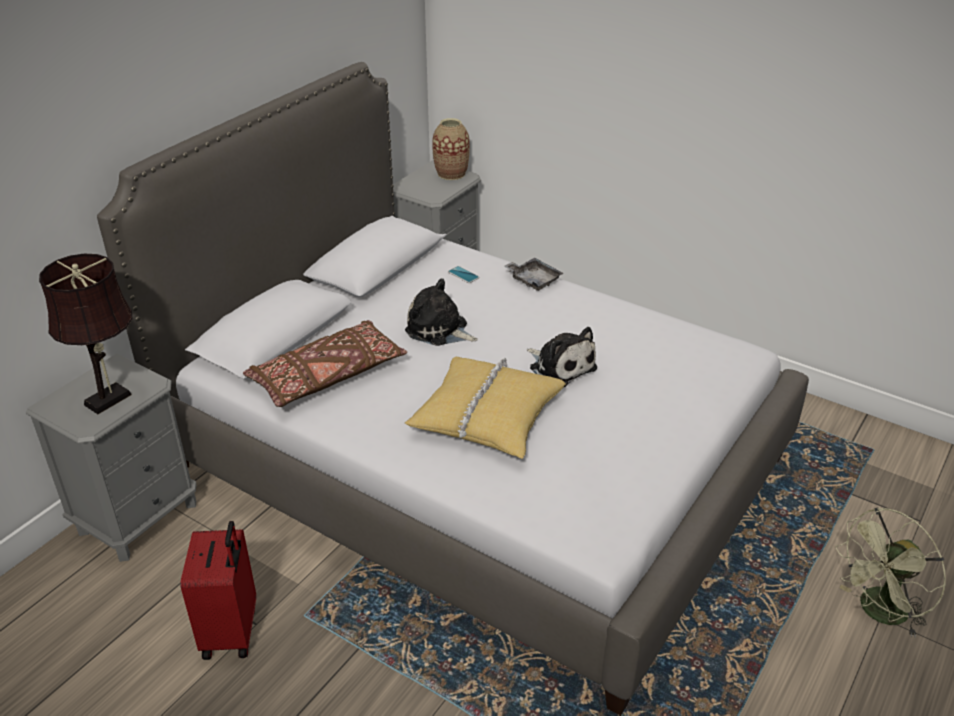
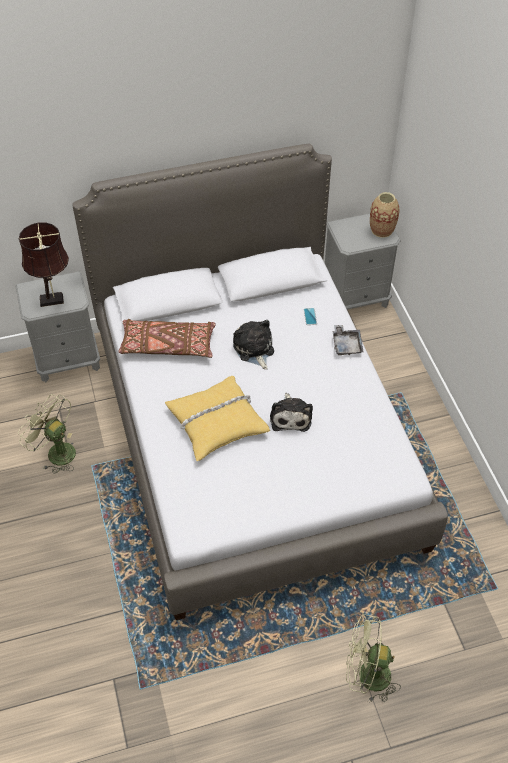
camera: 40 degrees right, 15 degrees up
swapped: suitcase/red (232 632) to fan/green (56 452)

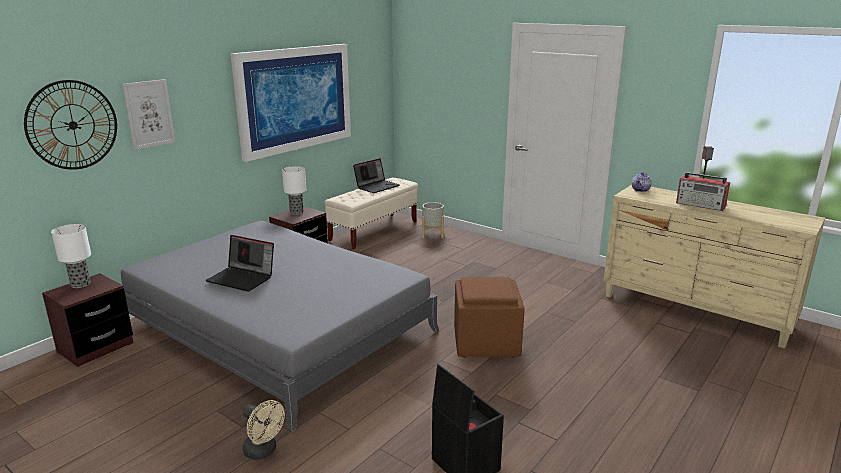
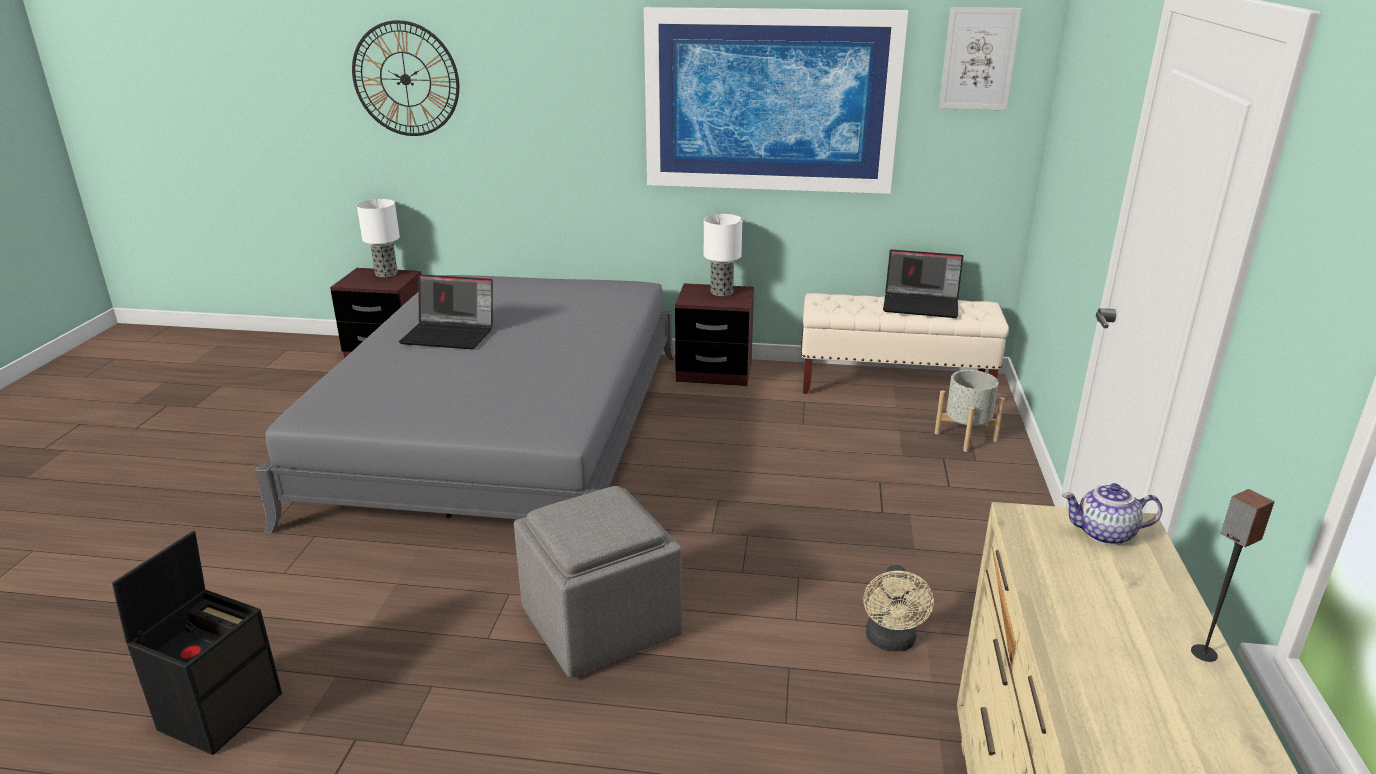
camera: 60 degrees right, 5 degrees up
gone: radio (701 205)
shifted: picture (149 114) to (978 59); fan/beige (263 451) to (891 642)
repainted: ottoman/brown (485 342) to ottoman/grey (601 622)
rotated: laptop (242 278) = (450 334) 75 degrees counterclockwise

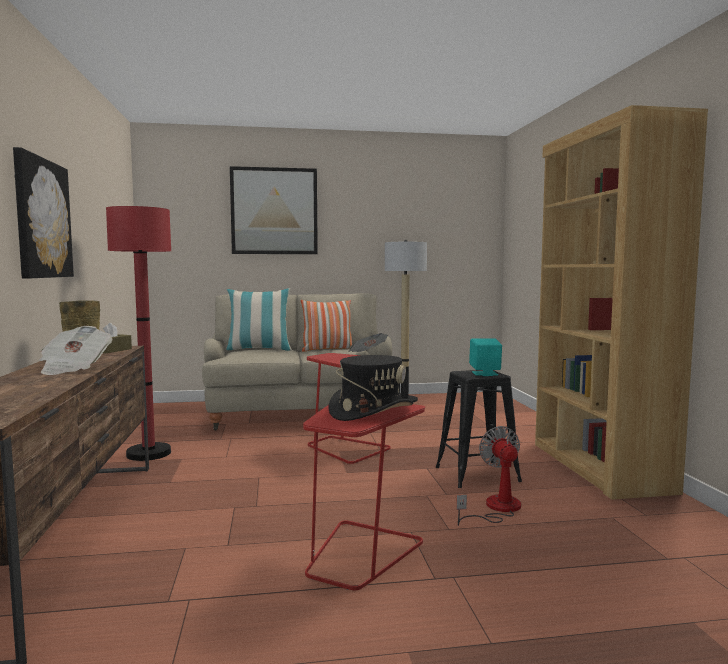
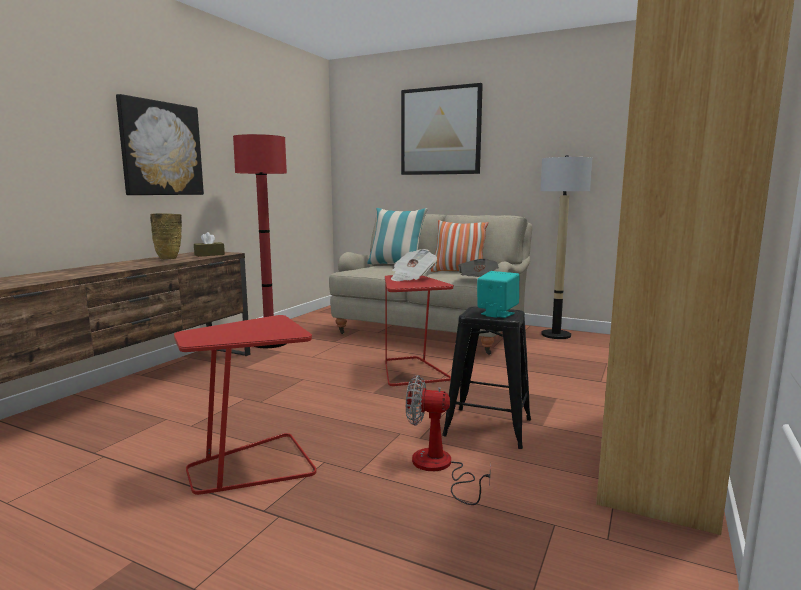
camera: 35 degrees right, 5 degrees up
gone: hat/black (371 411)
shifted: newspaper (74 368) to (411 278)
rotated: fan (496 509) = (439 468) 105 degrees counterclockwise

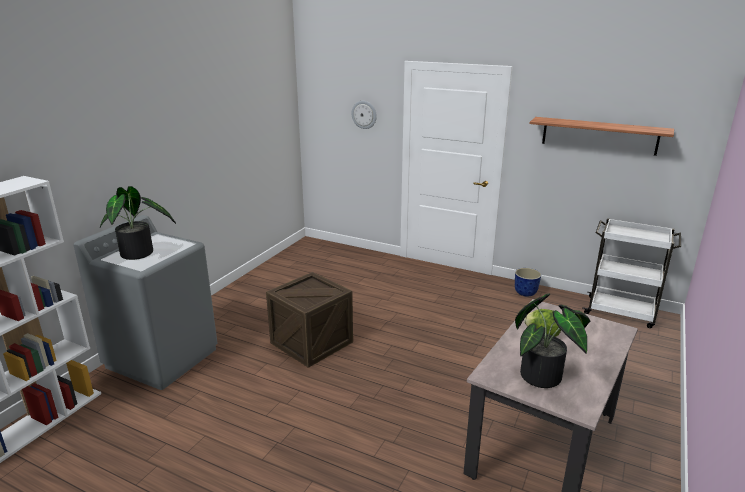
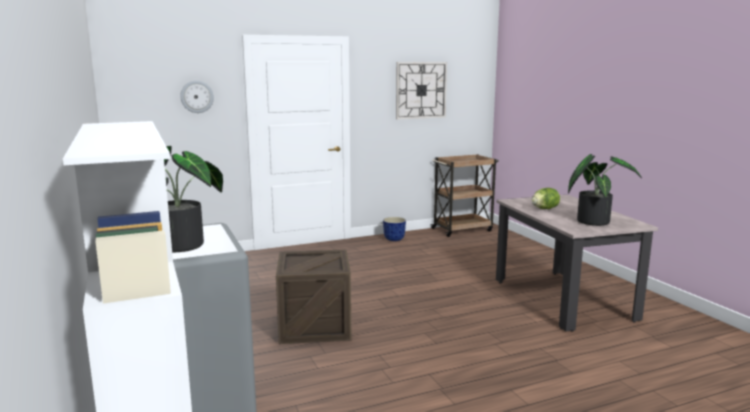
camera: 50 degrees left, 10 degrees down
swapped: shelf (599 135) to wall clock (421 90)
repainted: cart/white (621 312) to cart/brown (462 229)

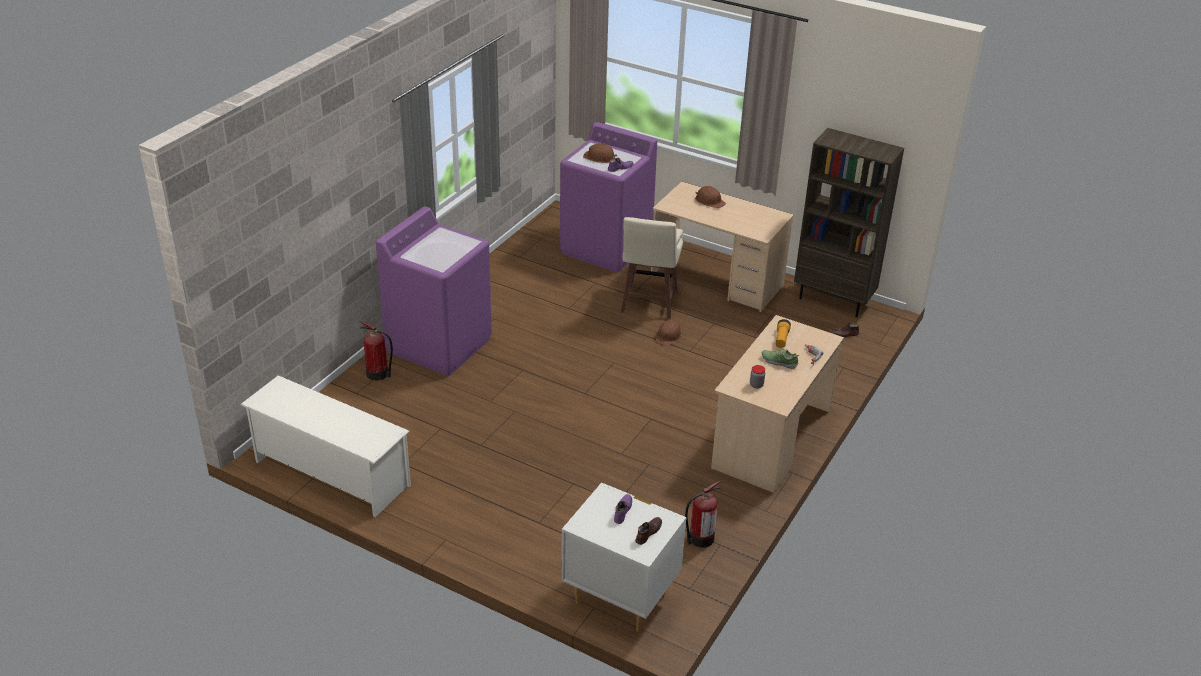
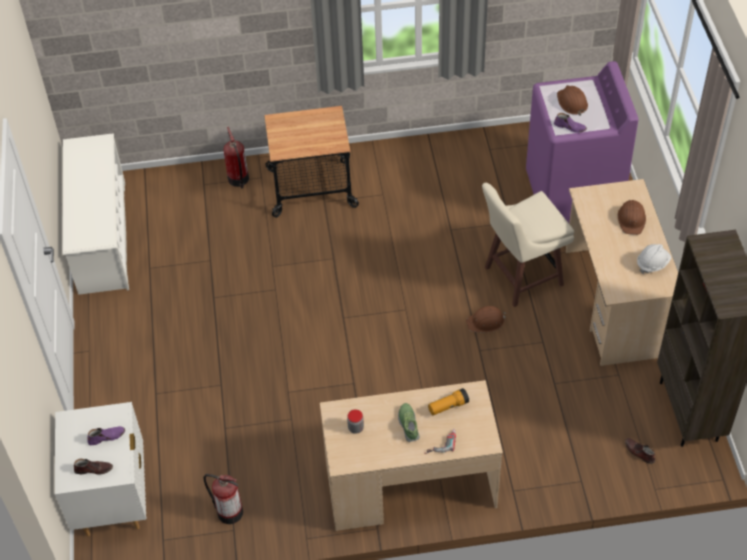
camera: 55 degrees right, 15 degrees up
new: hard hat/white (652 264)
swapped: washing machine/purple (439 345) to cart (311 187)

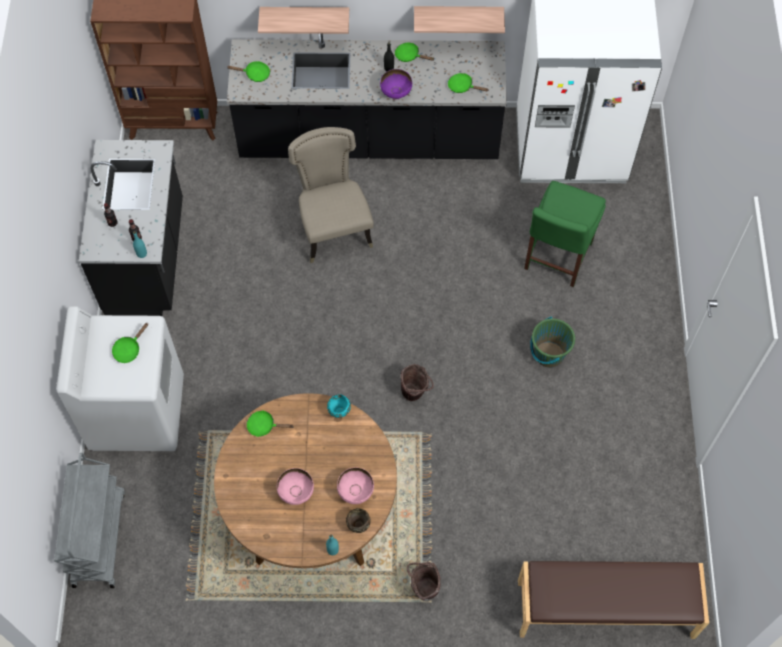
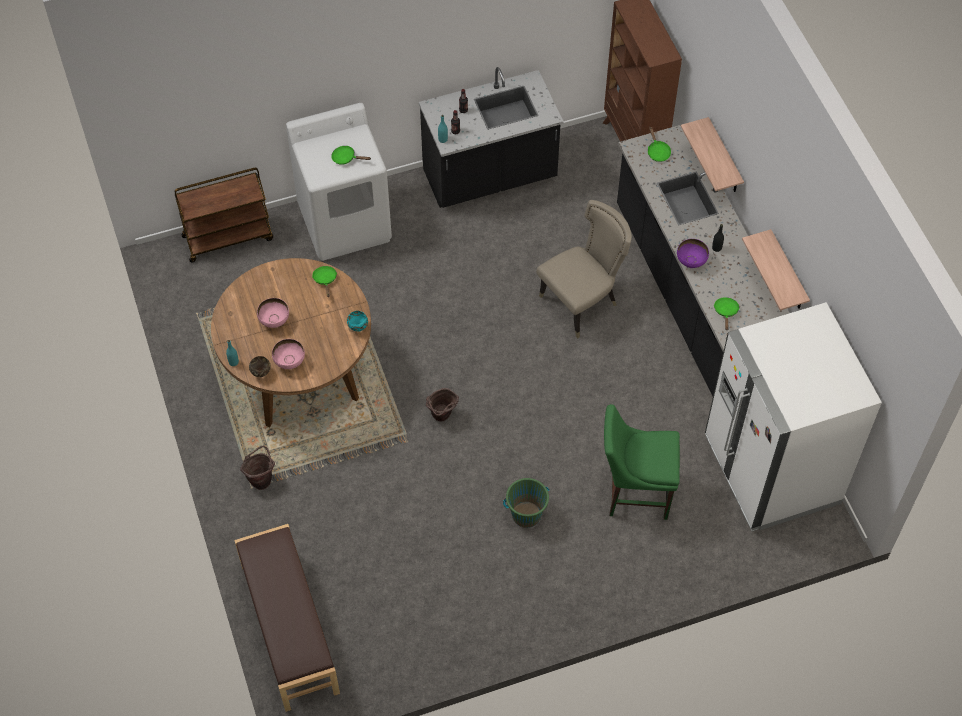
camera: 70 degrees right, 5 degrees down
gone: frying pan/green (409 56)
repainted: cart/grey (98 537) to cart/brown (228 237)

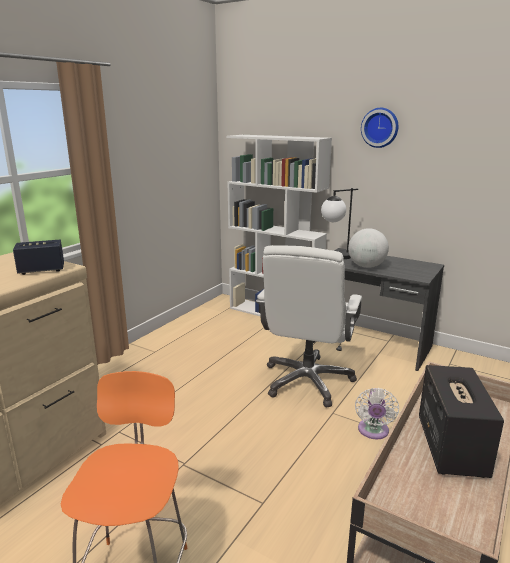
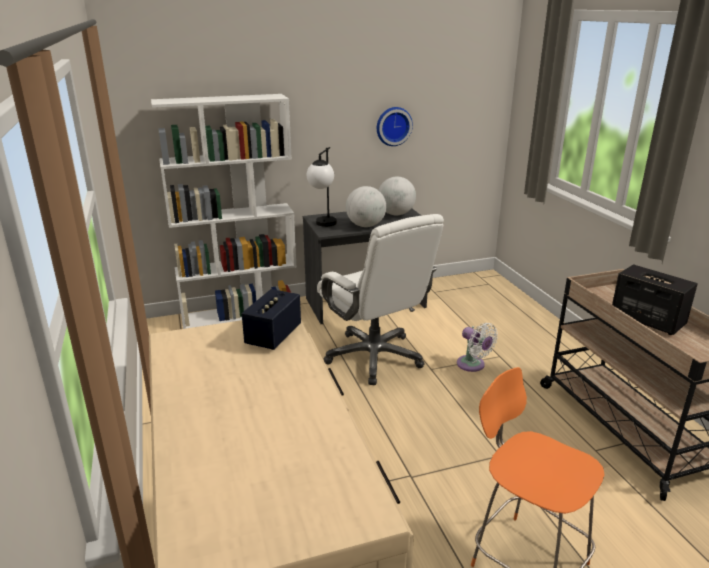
camera: 50 degrees left, 5 degrees up
new: globe (396 214)
shifted: wall clock (380 127) to (393 126)

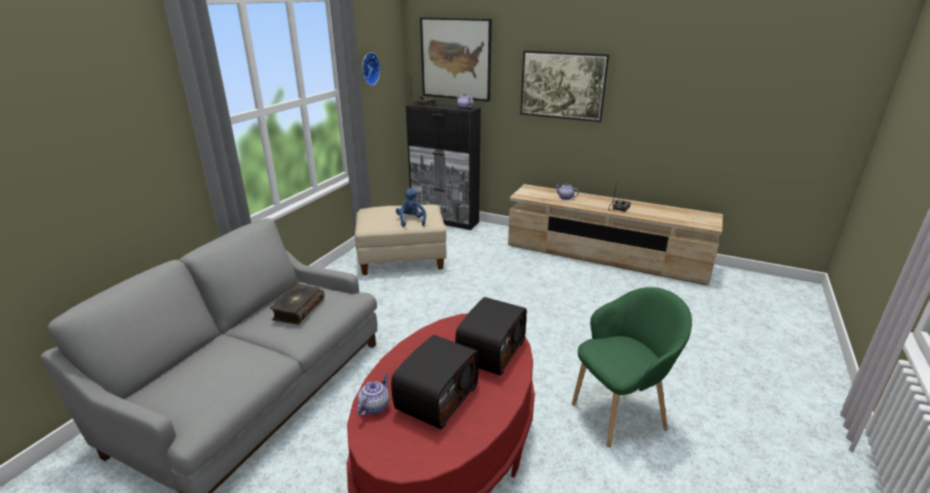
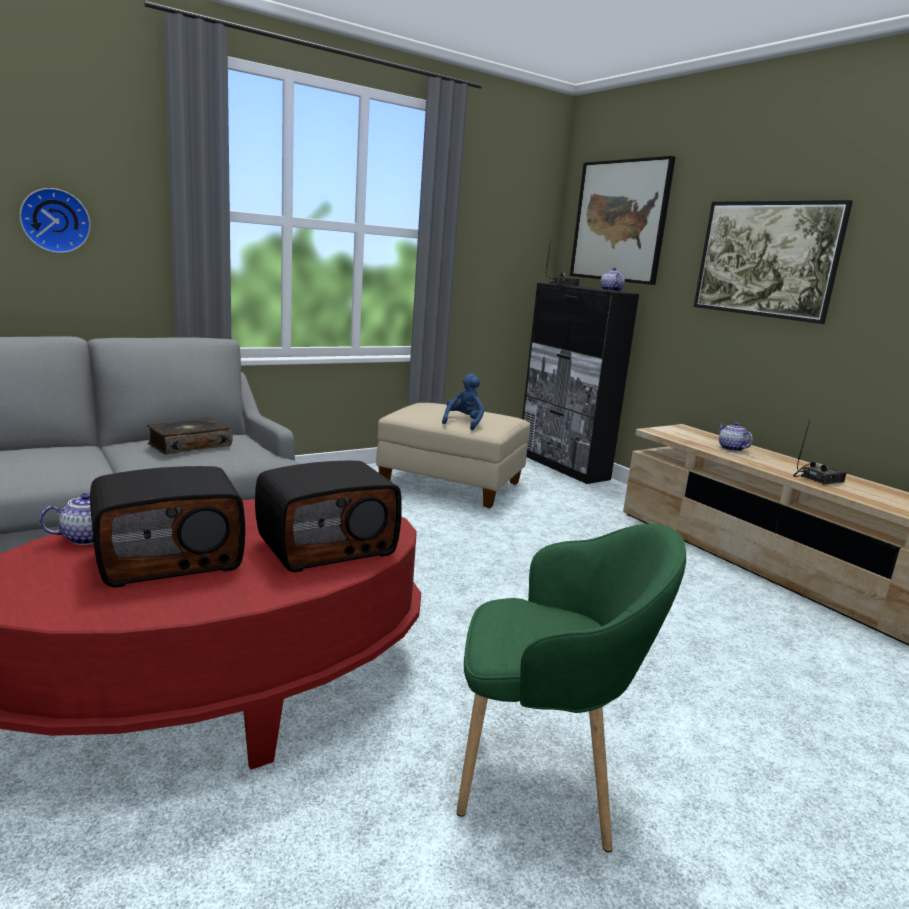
camera: 30 degrees right, 10 degrees down
shifted: wall clock (369 69) to (55 220)

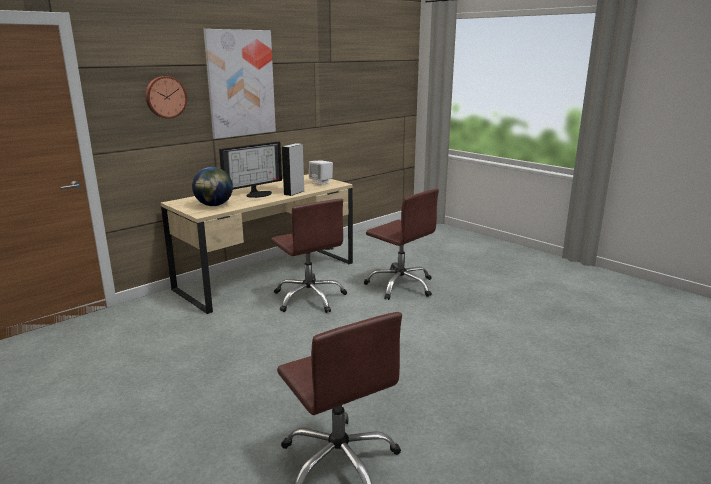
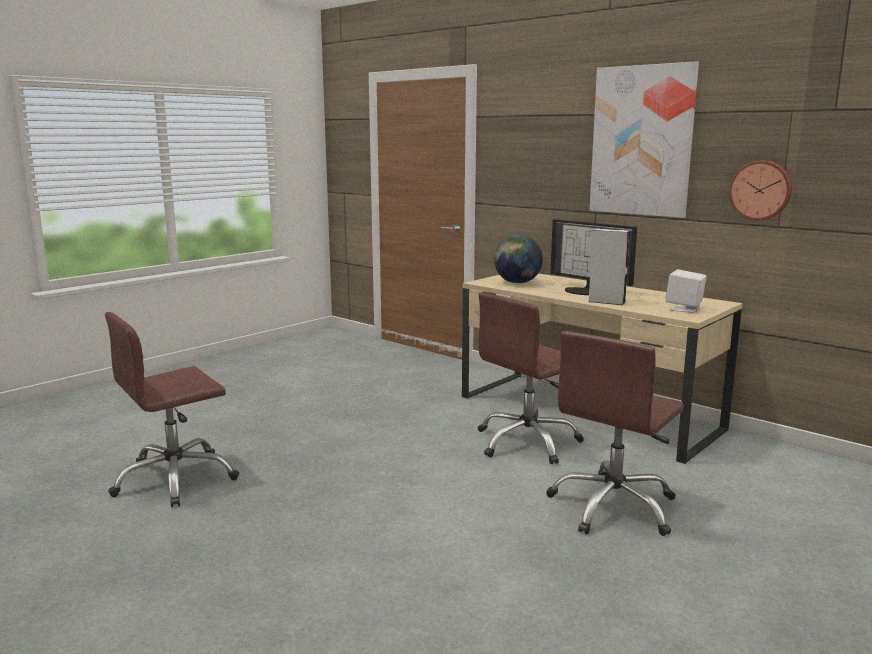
camera: 85 degrees right, 5 degrees down
shifted: wall clock (165 97) to (760 190)

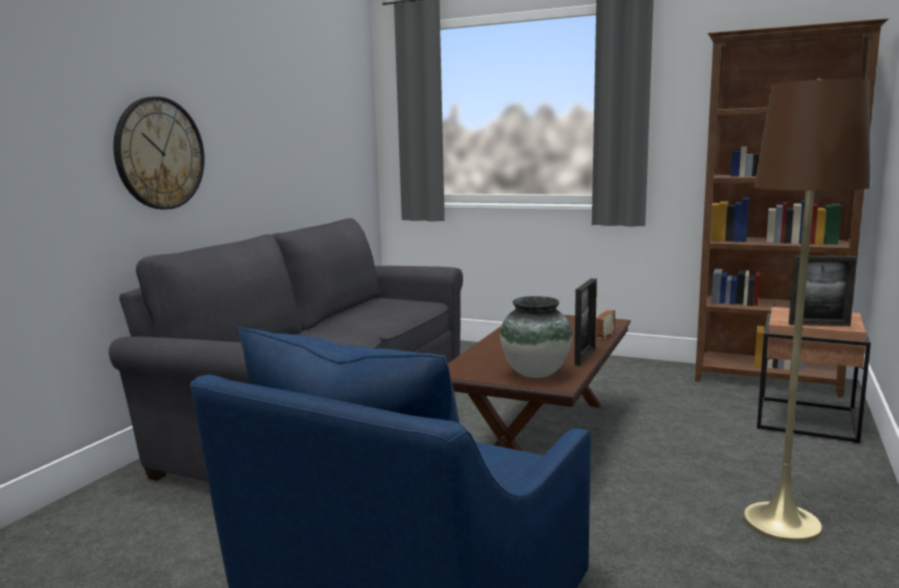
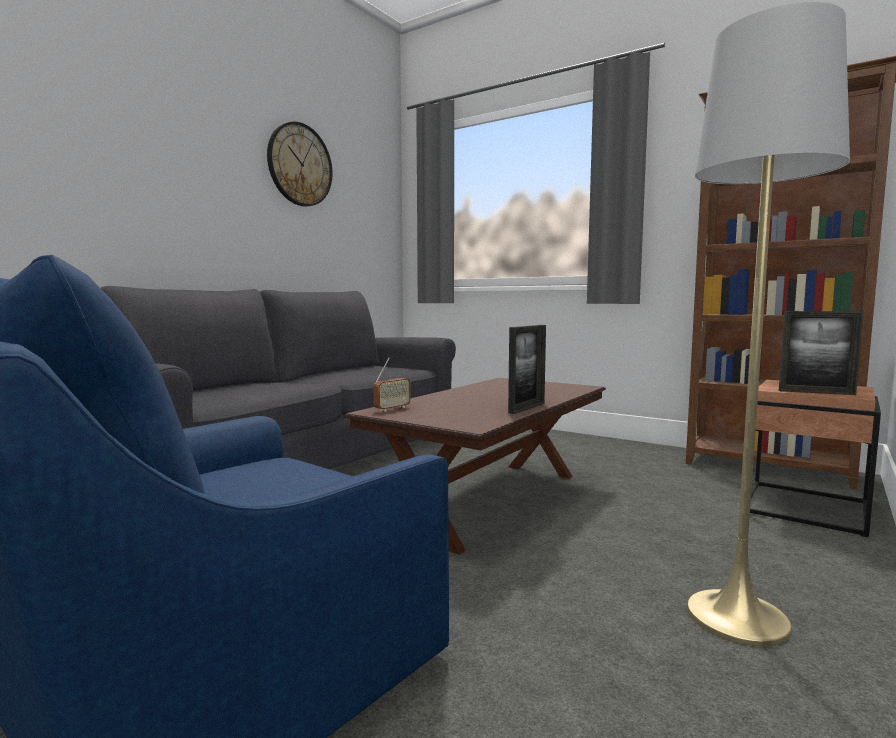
camera: 10 degrees right, 5 degrees down
gone: vase (535 374)
shifted: wall clock (159 153) to (300 165); radio (605 336) to (392 409)
repainted: floor lamp/brown (781 522) to floor lamp/grey (737 617)

